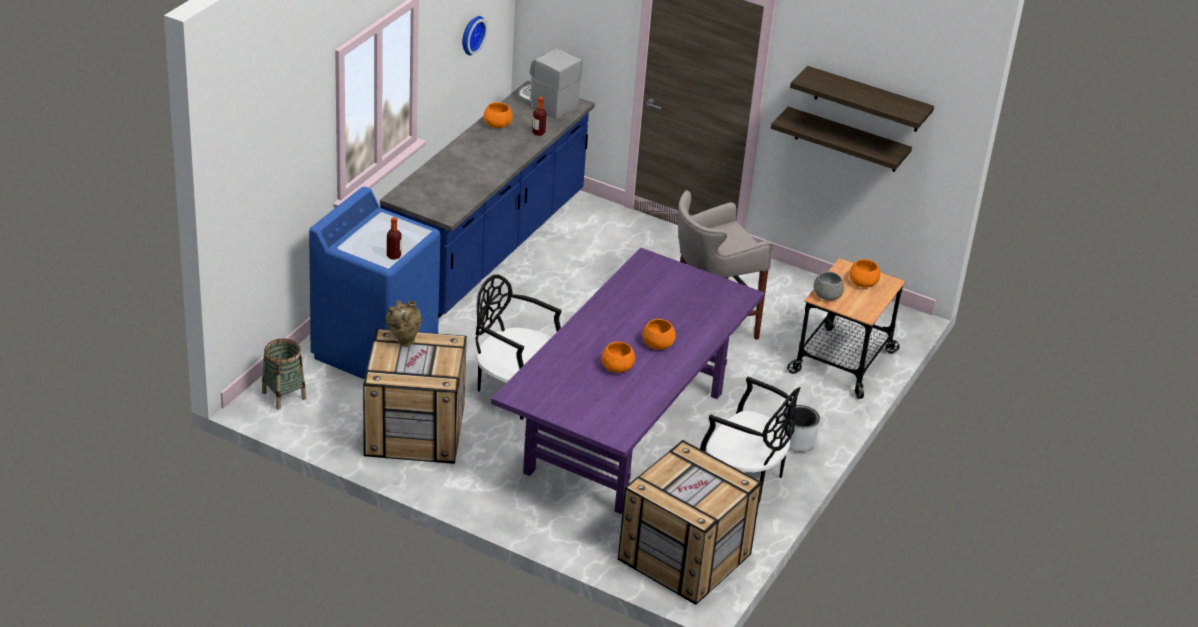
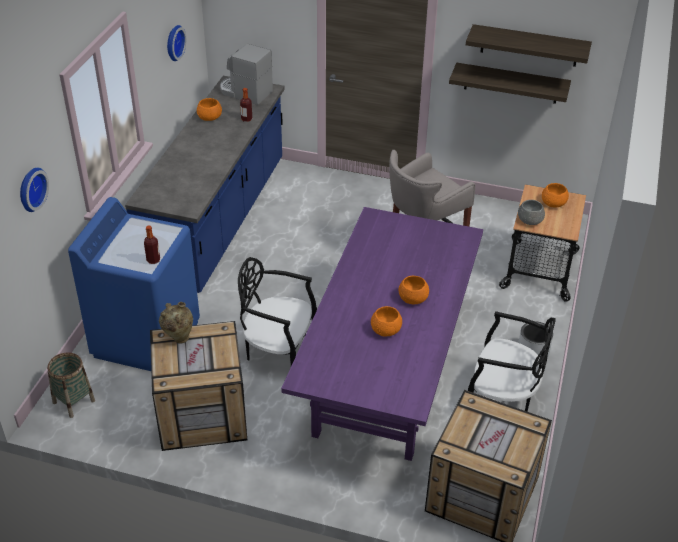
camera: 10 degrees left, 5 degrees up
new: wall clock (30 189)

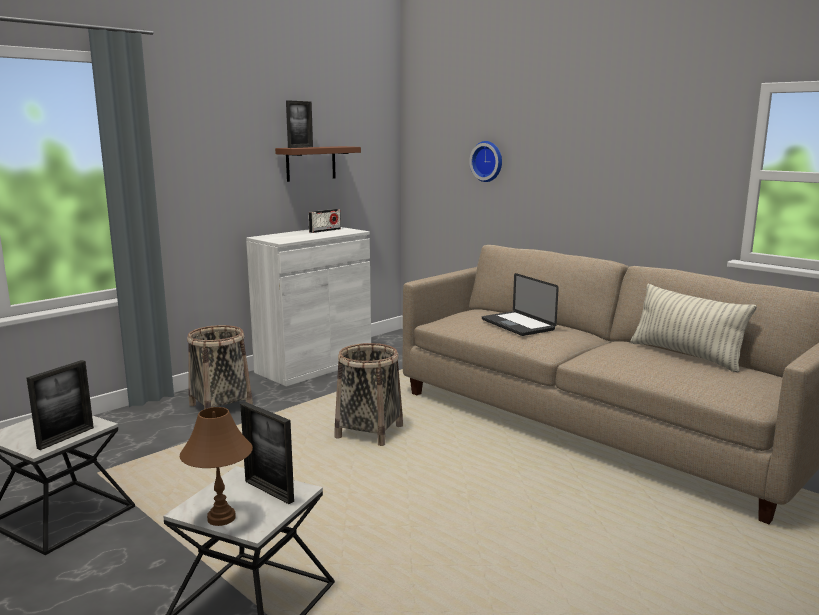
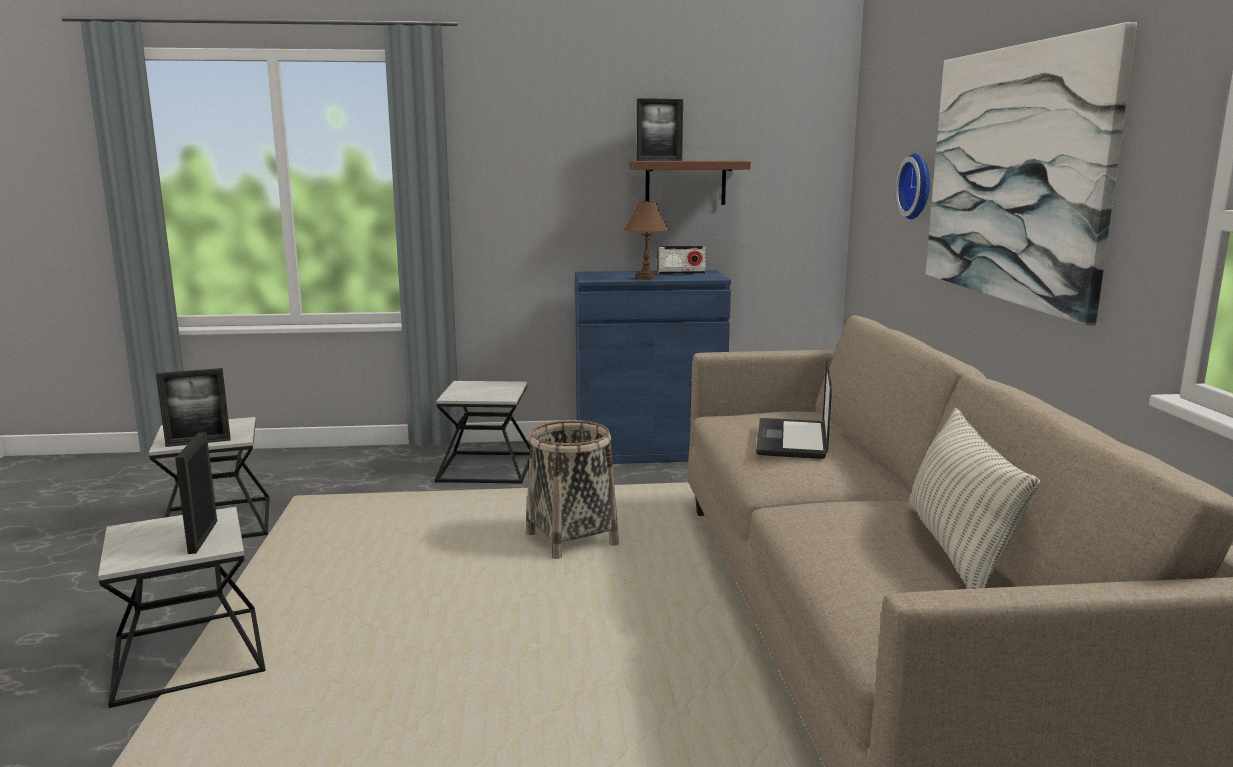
camera: 40 degrees right, 0 degrees up
new: picture (1014 174)
shifted: table lamp/brown (221 518) to (646 278)
swapped: basket (221 406) to side table (487 467)
repainted: cabinet/white (314 366) to cabinet/blue (648 451)

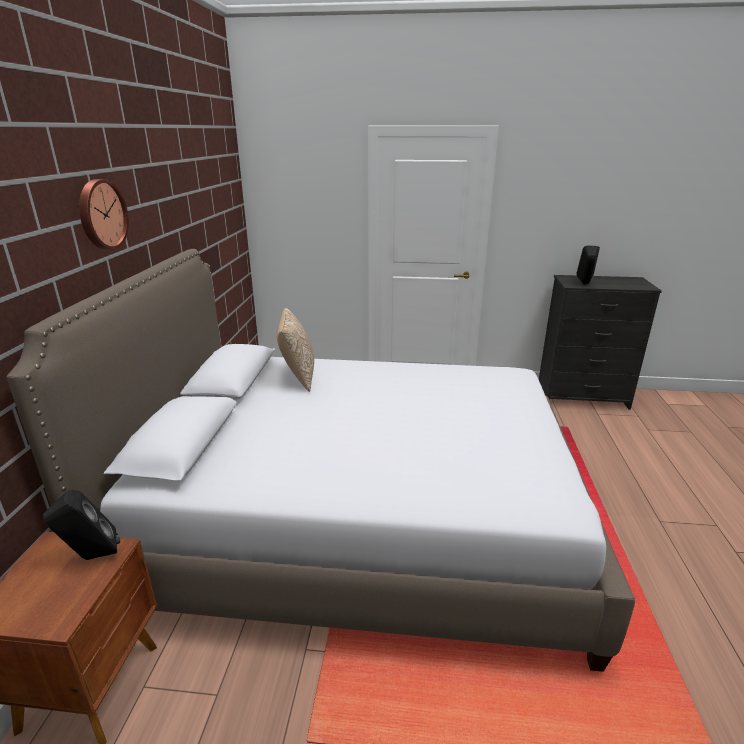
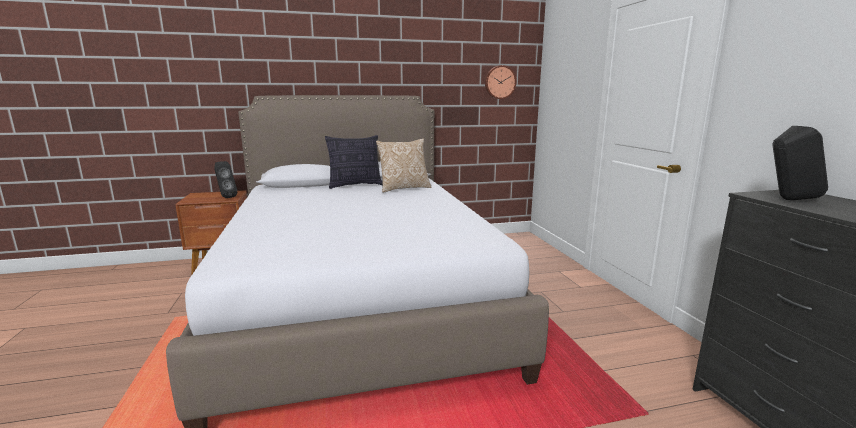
camera: 70 degrees right, 10 degrees down
new: pillow (355 185)
shifted: wall clock (101 215) to (499 82)

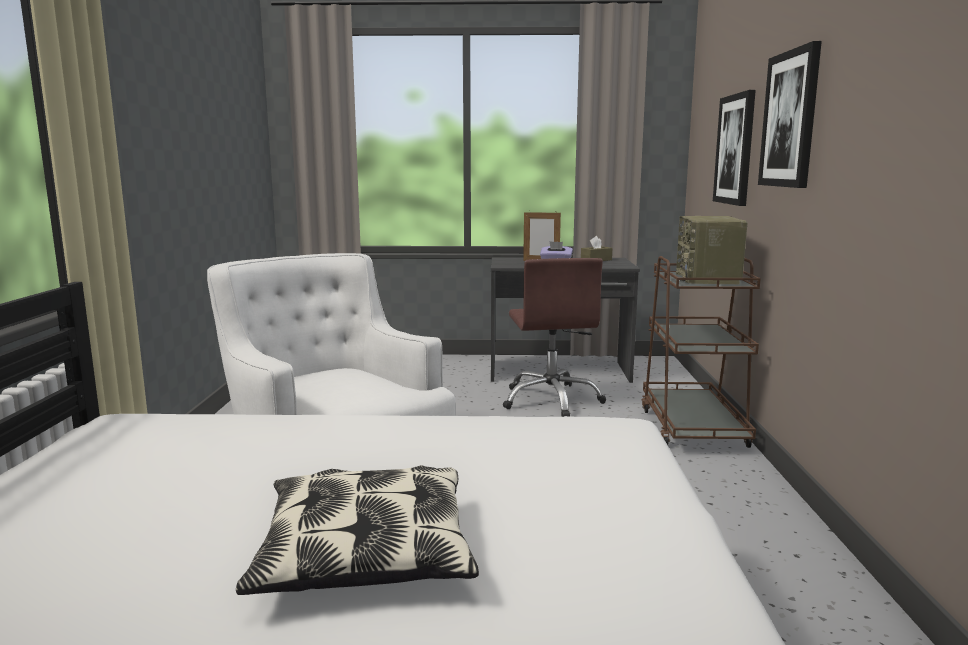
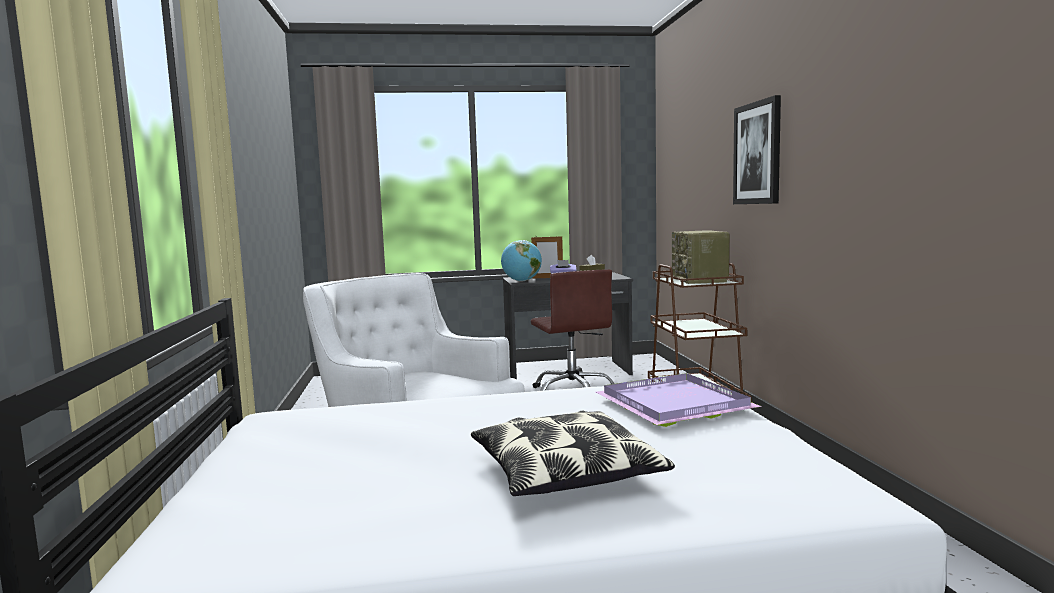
camera: 10 degrees left, 5 degrees down
gone: picture (735 149)
new: globe (522 281); tray/purple (673 405)

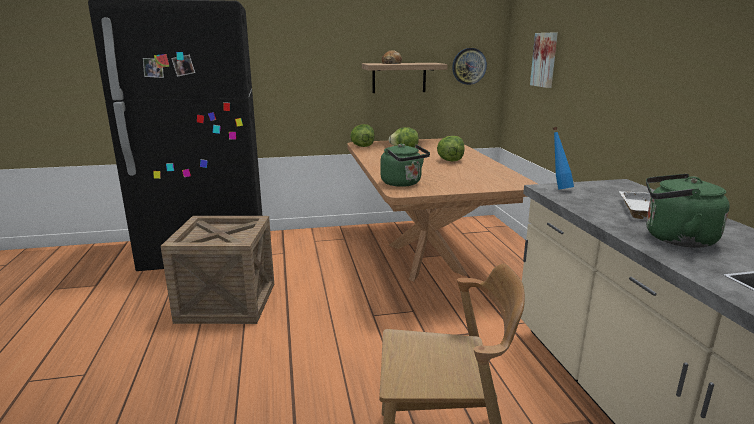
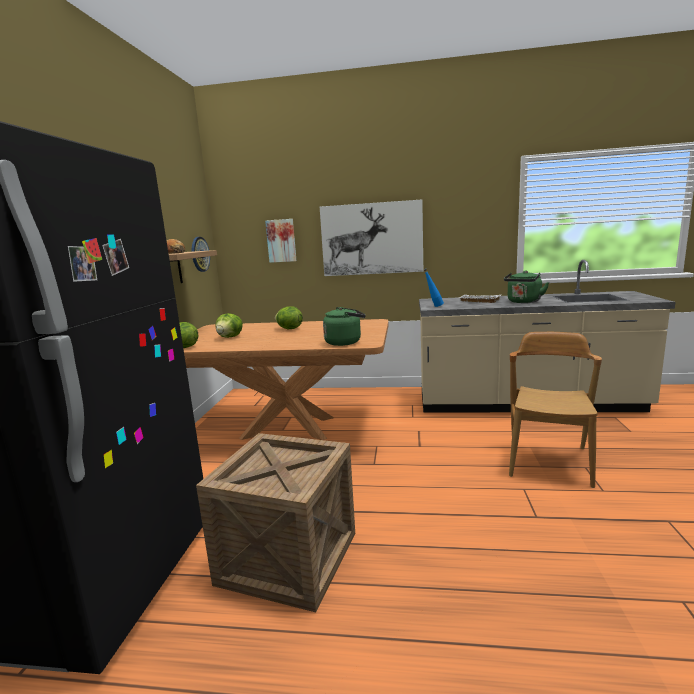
camera: 70 degrees left, 5 degrees down
new: picture (371 239)

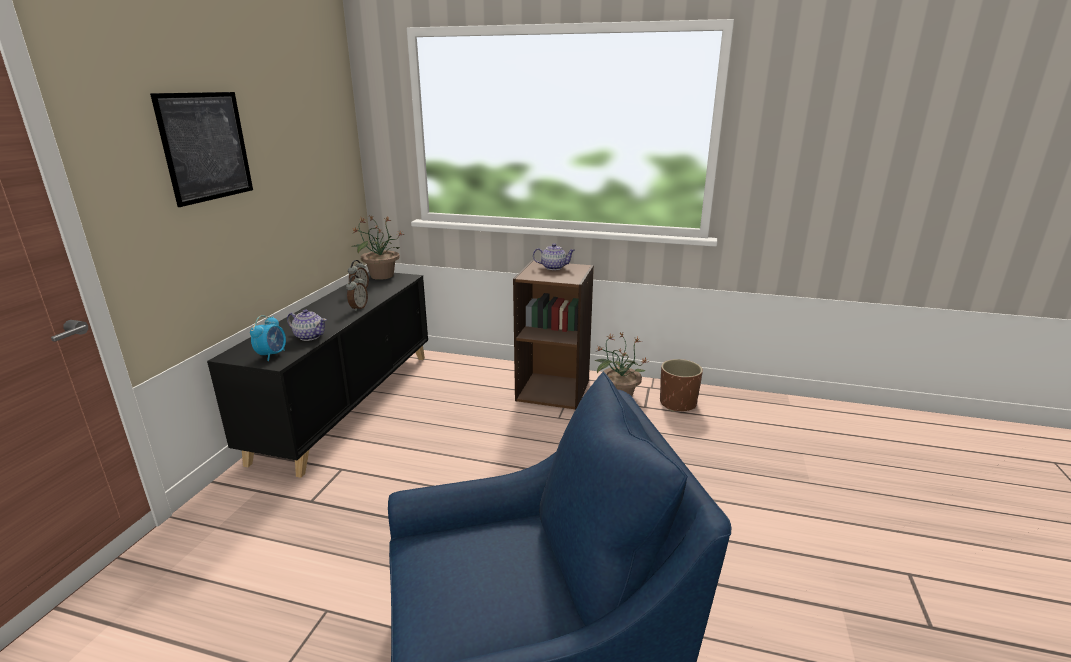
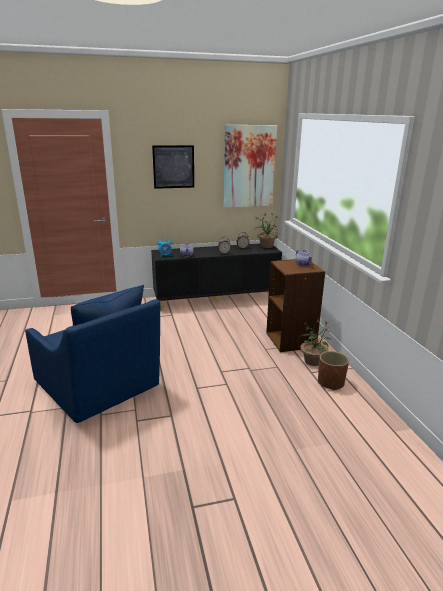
camera: 60 degrees right, 0 degrees up
new: picture (249 167)

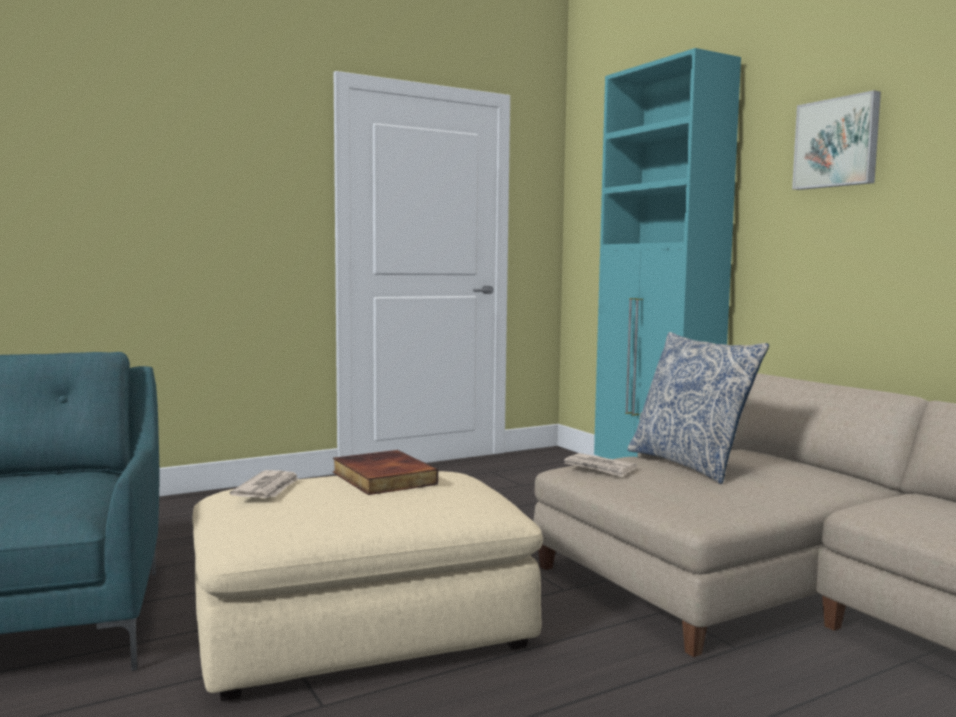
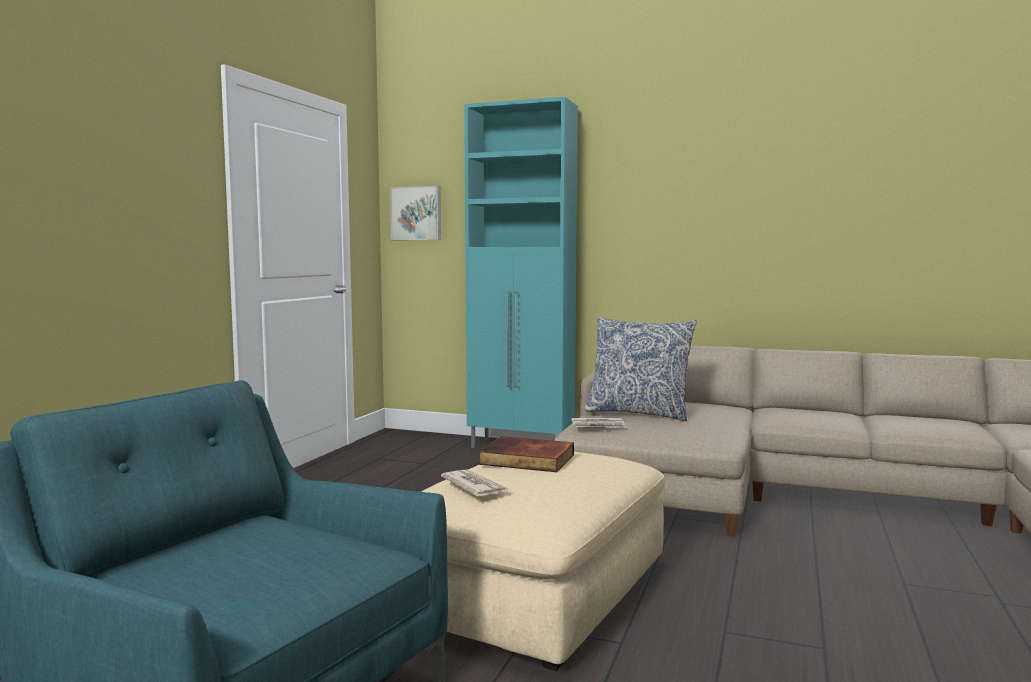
camera: 40 degrees left, 0 degrees up
shifted: picture (837 143) to (416 213)

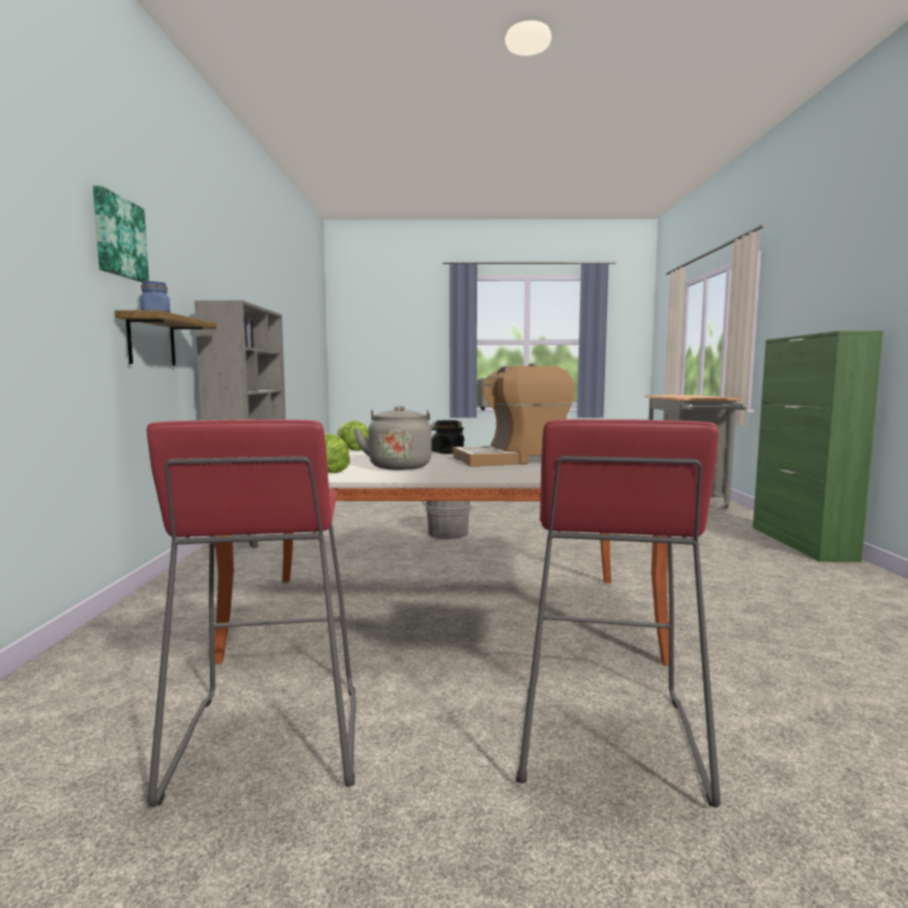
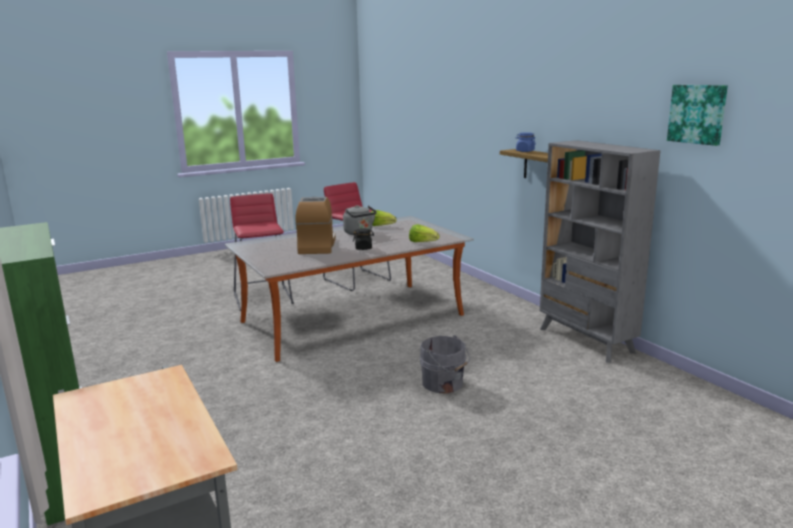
camera: 150 degrees right, 10 degrees up
shifted: picture (118 237) to (697 114)
rotated: coffee machine (513 460) = (317 246) 45 degrees counterclockwise

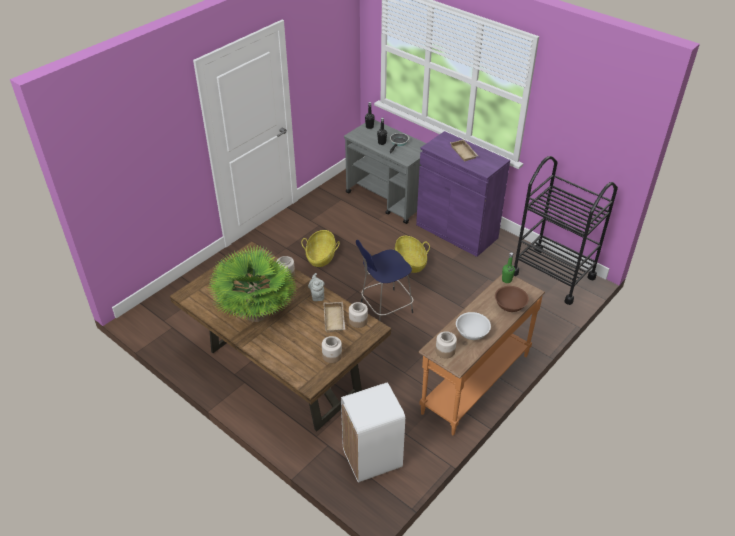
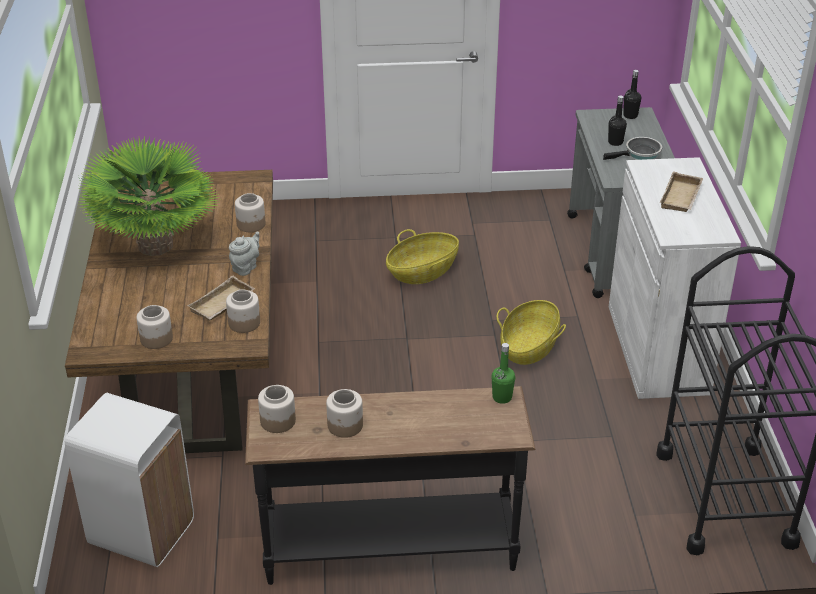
camera: 45 degrees right, 5 degrees down
gone: stool/blue (384 308); bowl/brown (510 306)
swapped: bowl/white (472 333) to jar (345 426)
repainted: cabinet/purple (456 231) to cabinet/white (657 349); console table/orange (474 383) to console table/black (389 547)

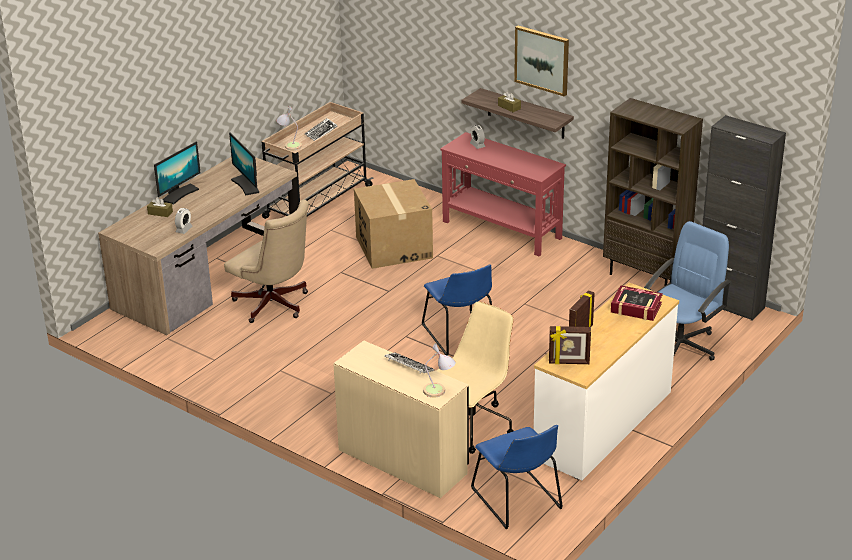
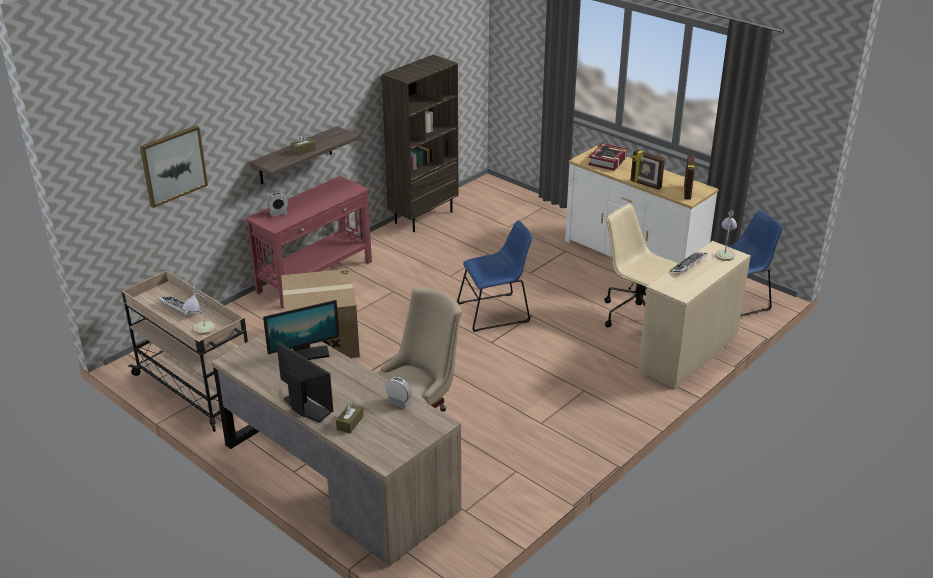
camera: 85 degrees left, 0 degrees up
gone: cabinet/black (730 304); office chair/blue (680 345)
shifted: picture (542 60) to (173 165)

